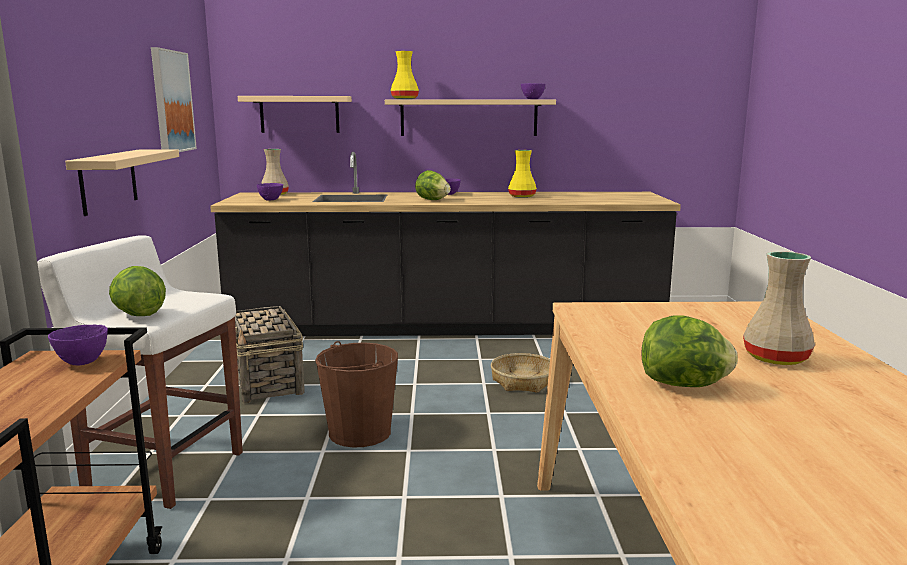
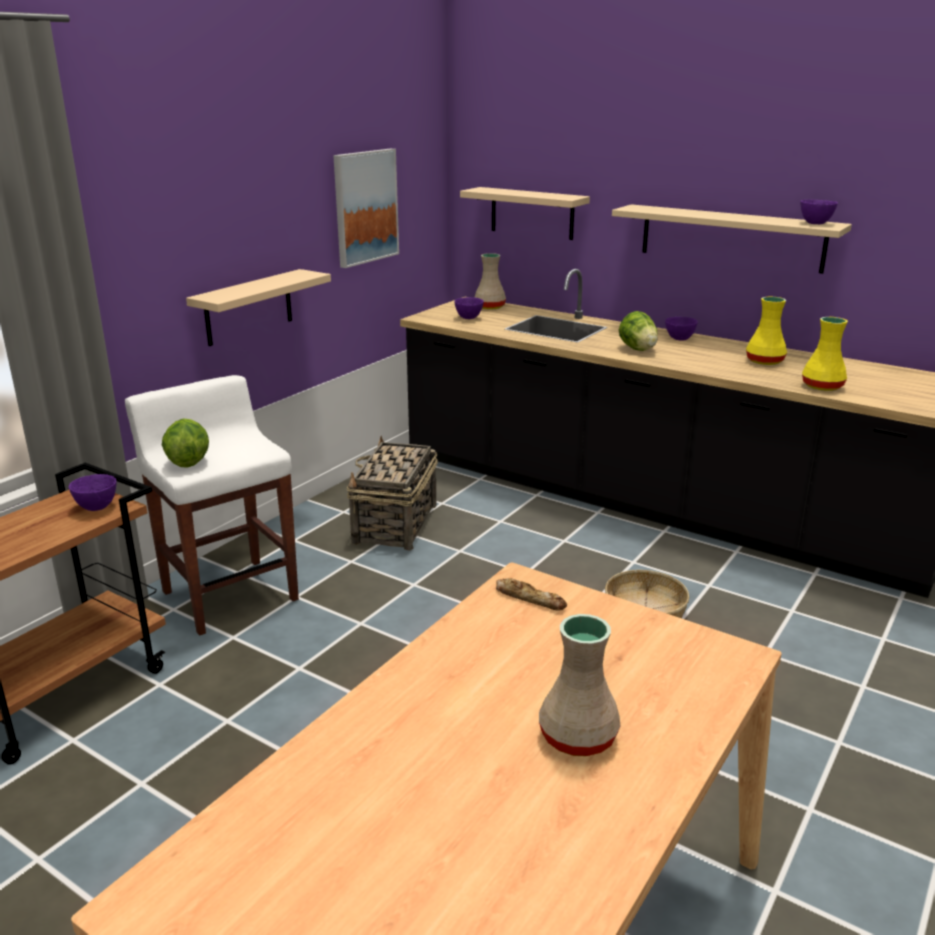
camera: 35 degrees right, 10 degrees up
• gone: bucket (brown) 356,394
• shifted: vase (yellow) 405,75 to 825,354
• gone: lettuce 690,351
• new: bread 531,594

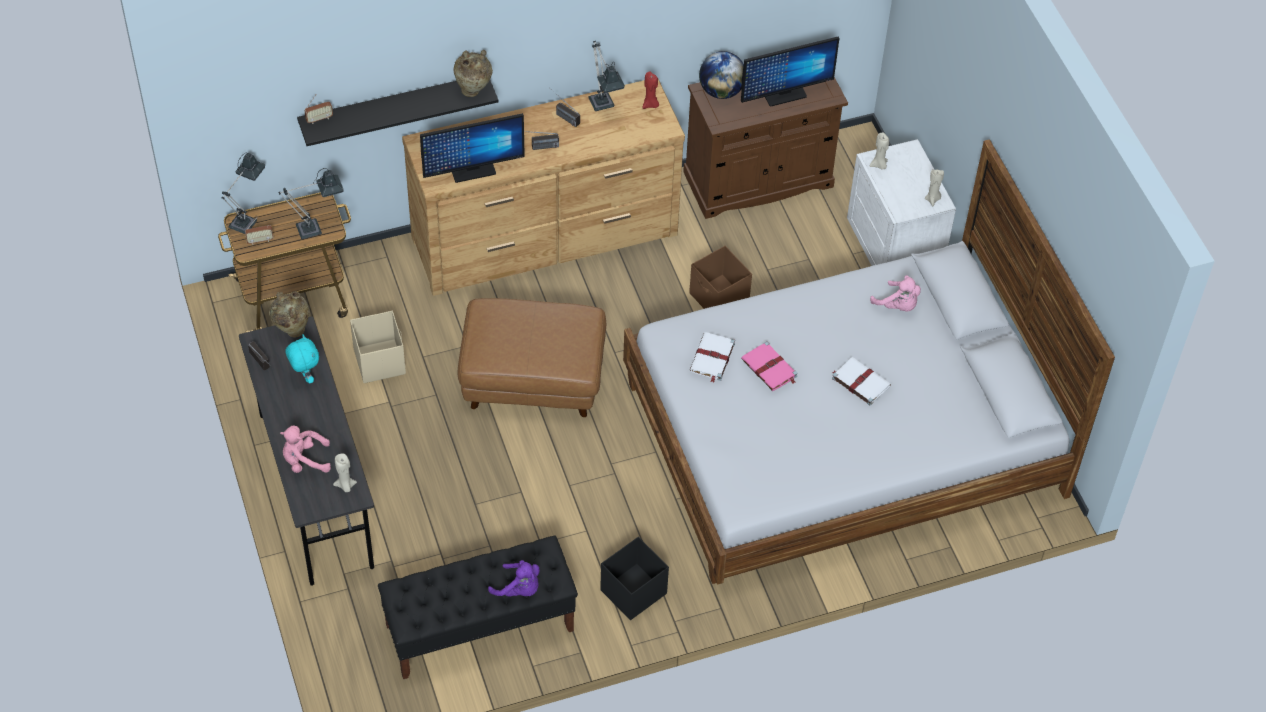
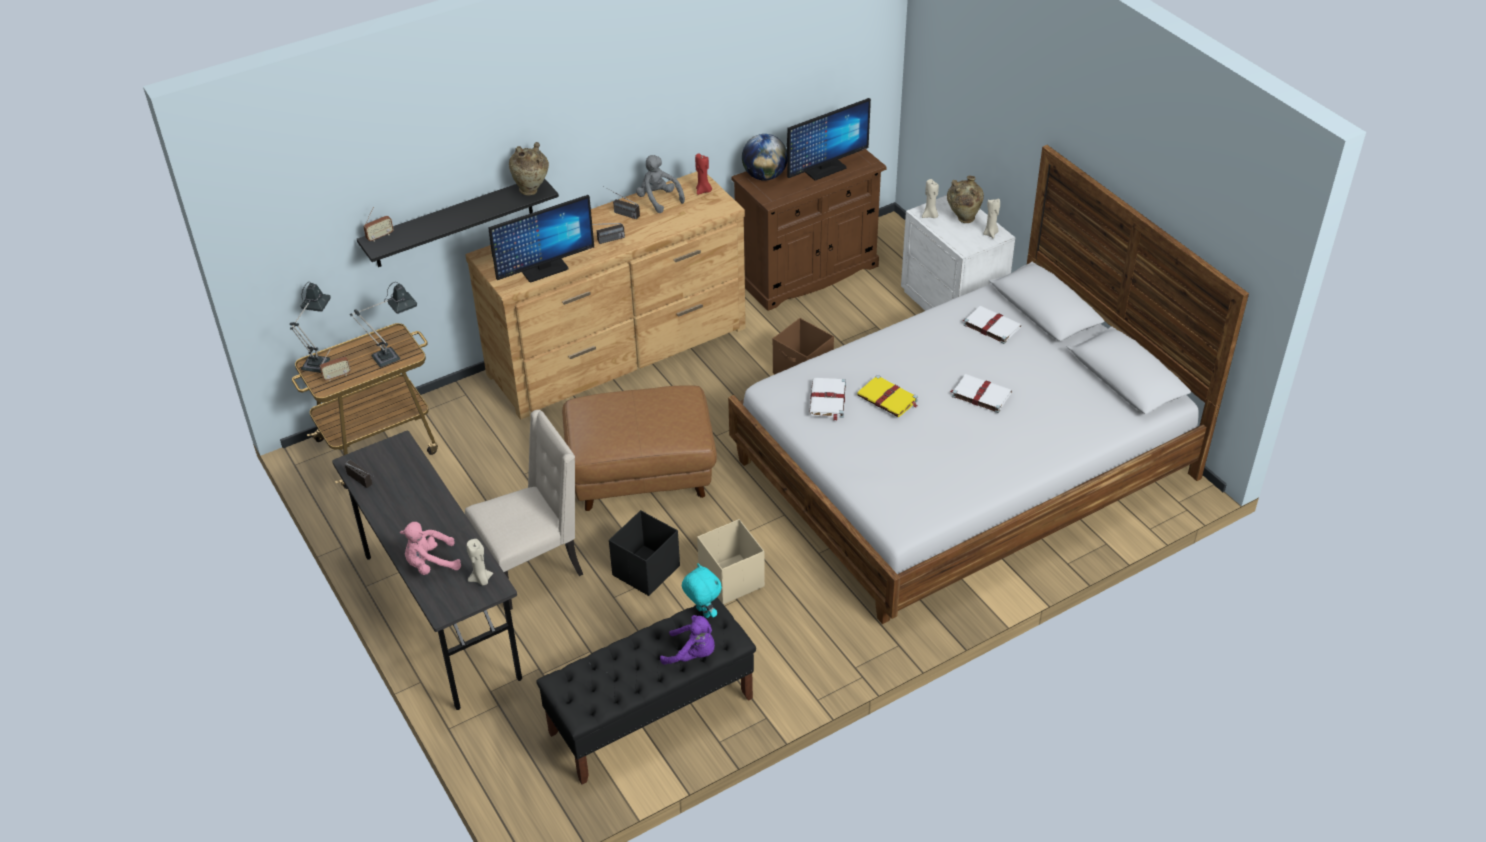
camera: 10 degrees left, 10 degrees down
• shifted: vase (beige) 289,315 to 965,199
• shifted: plush toy (turquoise) 302,359 to 702,590
• shifted: storage box (beige) 378,347 to 731,562
• swapped: table lamp 607,76 to plush toy (grey) 660,184
• shifted: storage box (black) 634,578 to 644,553
• repainted: book (pink) 769,366 to book (yellow) 887,396
• swapped: plush toy (pink) 895,293 to book (white) 992,325
• new: chair (beige) 524,510

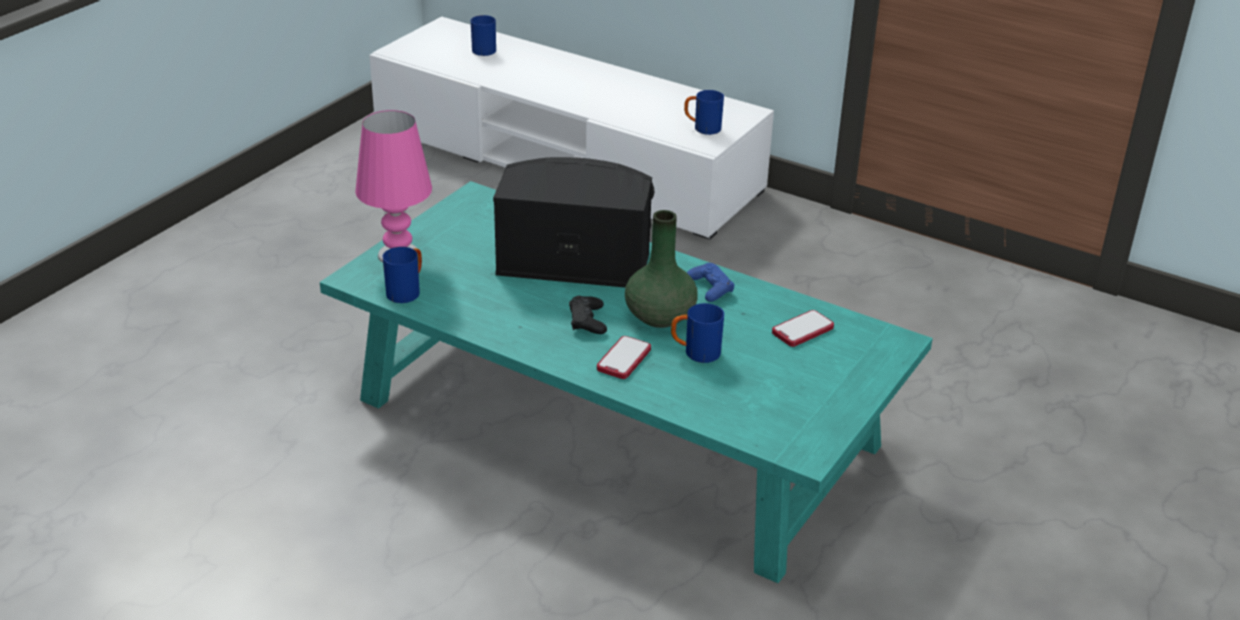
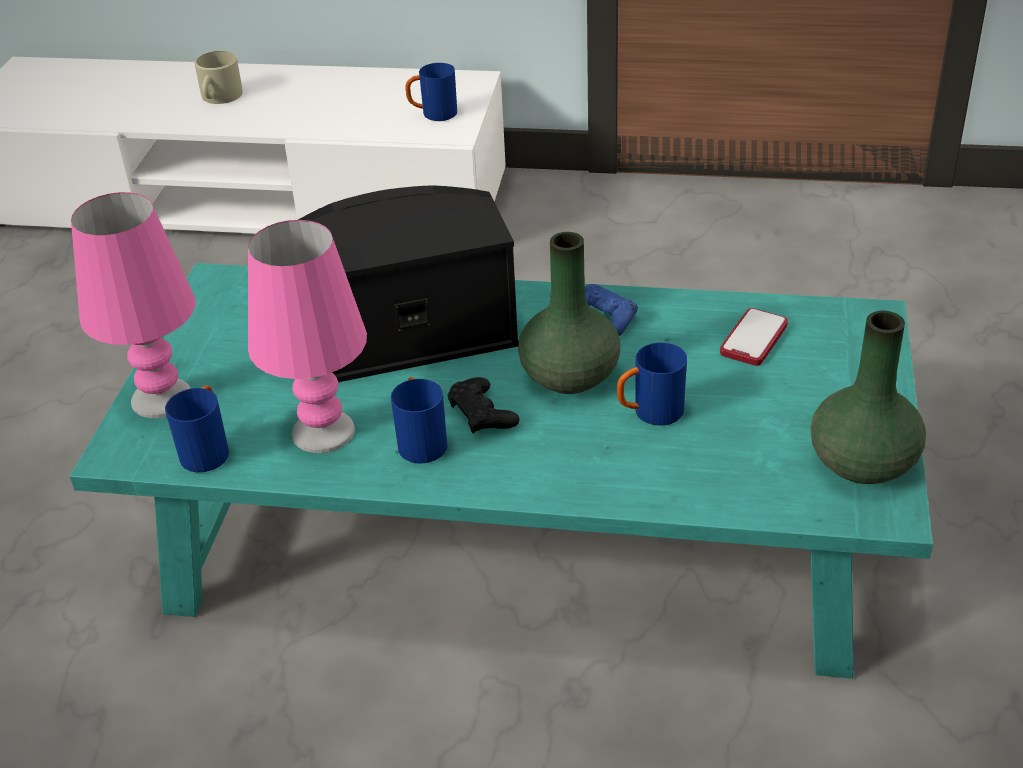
camera: 20 degrees left, 5 degrees up
• shifted: mug (blue) 483,35 to 419,420
• gone: phone 624,357
• new: mug (beige) 218,77
• new: table lamp (pink) 307,336
• new: vase (green) 868,397

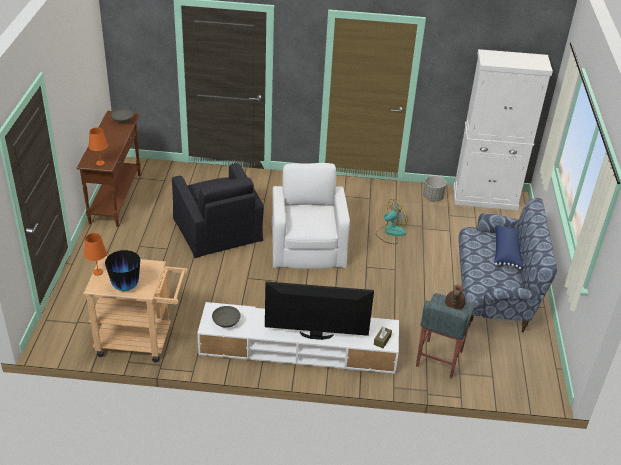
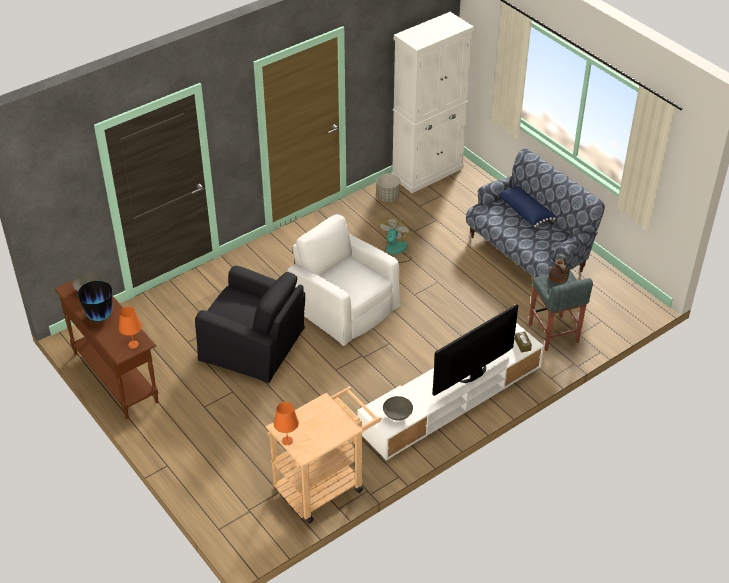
camera: 40 degrees left, 5 degrees up
• shifted: vase 122,270 to 95,301

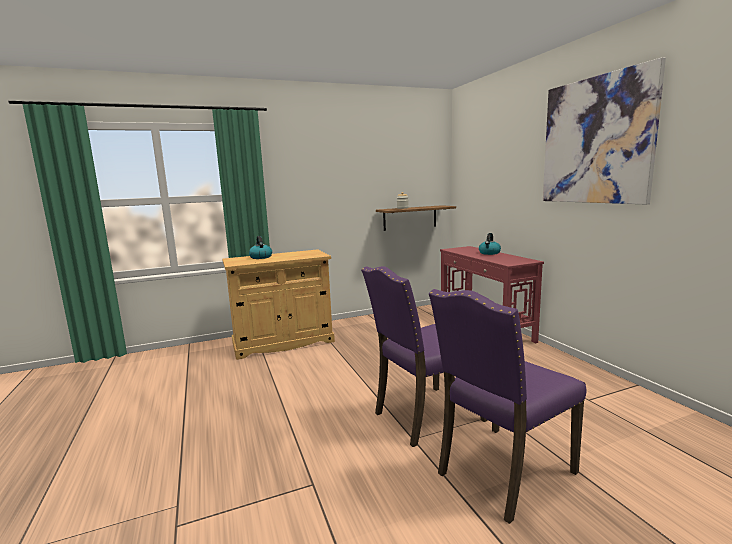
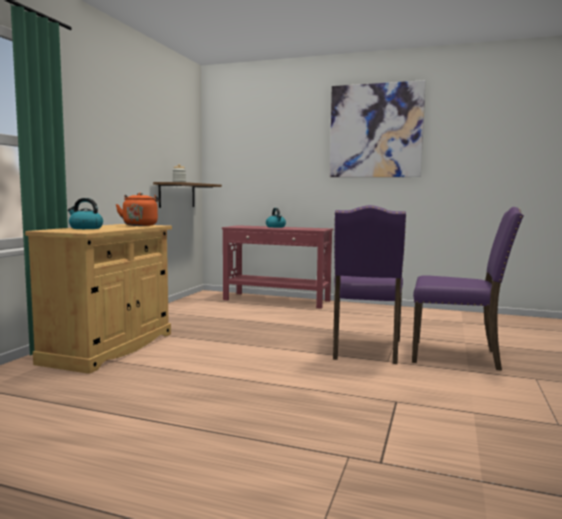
camera: 50 degrees left, 5 degrees down
• rotated: chair (purple) 507,406 = 468,289 75 degrees counterclockwise
• new: kettle (orange) 138,209

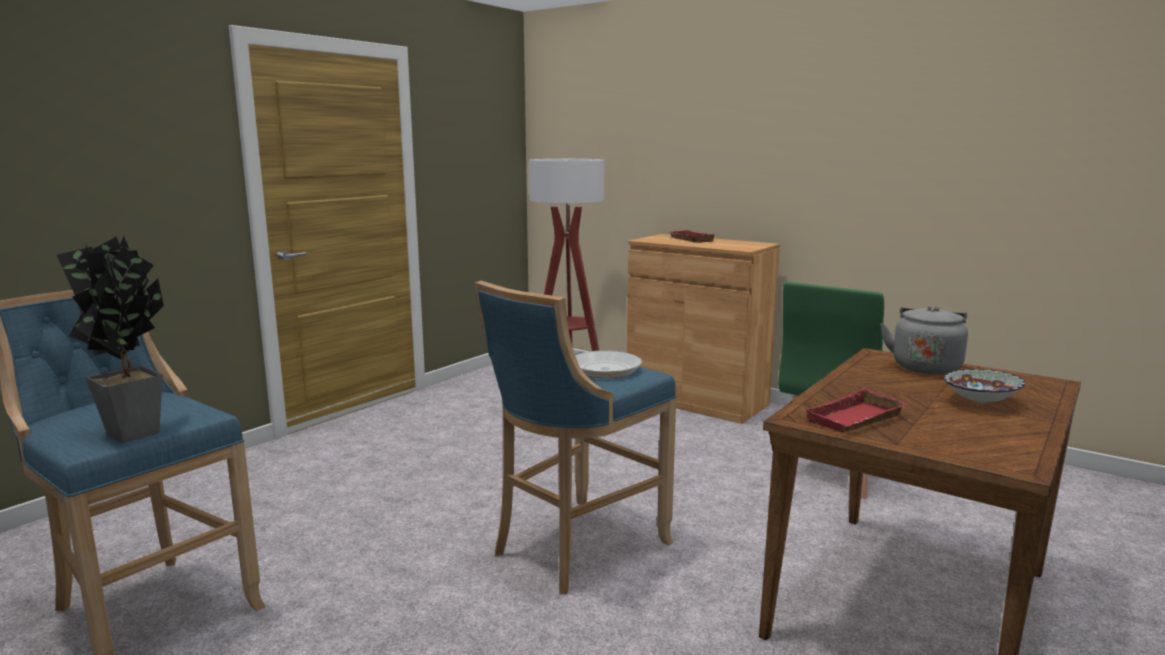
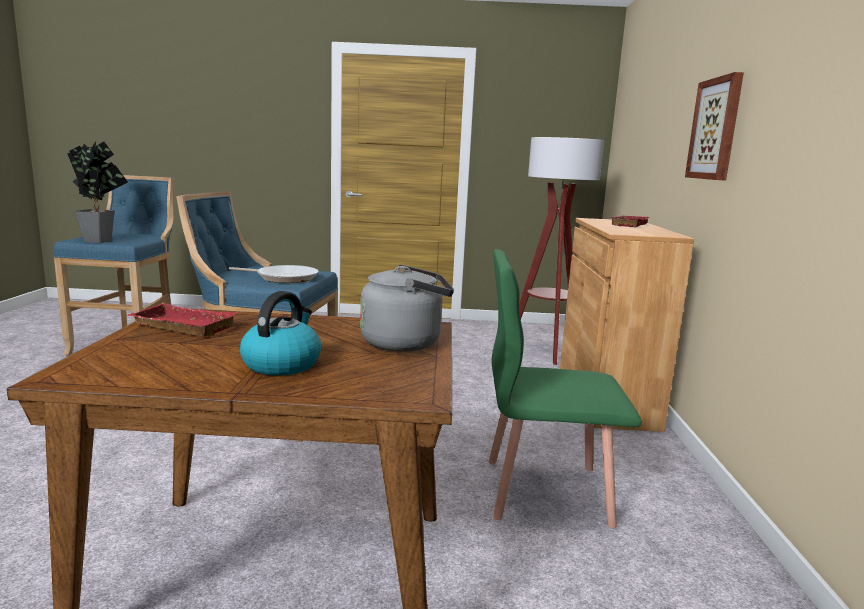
camera: 55 degrees right, 0 degrees up
• swapped: bowl 984,386 to kettle 281,333
• new: picture 714,126

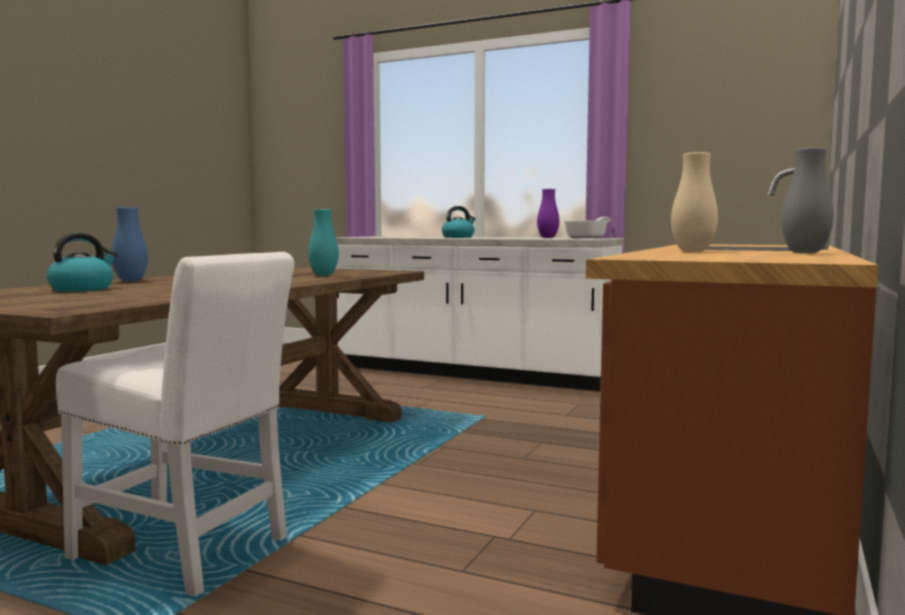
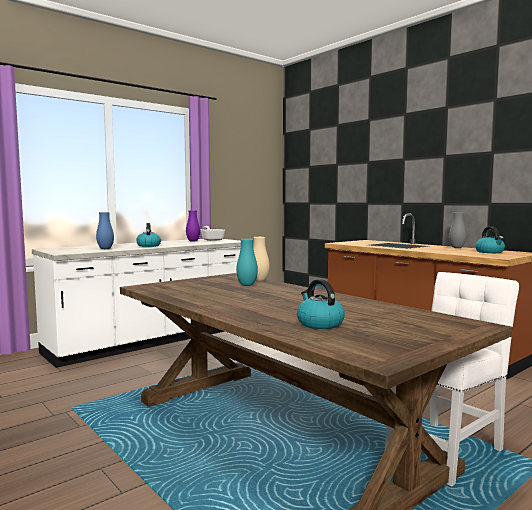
camera: 65 degrees left, 0 degrees up
• shifted: vase (blue) 129,244 to 105,230
• shifted: vase (beige) 694,202 to 261,259
• new: kettle 490,240

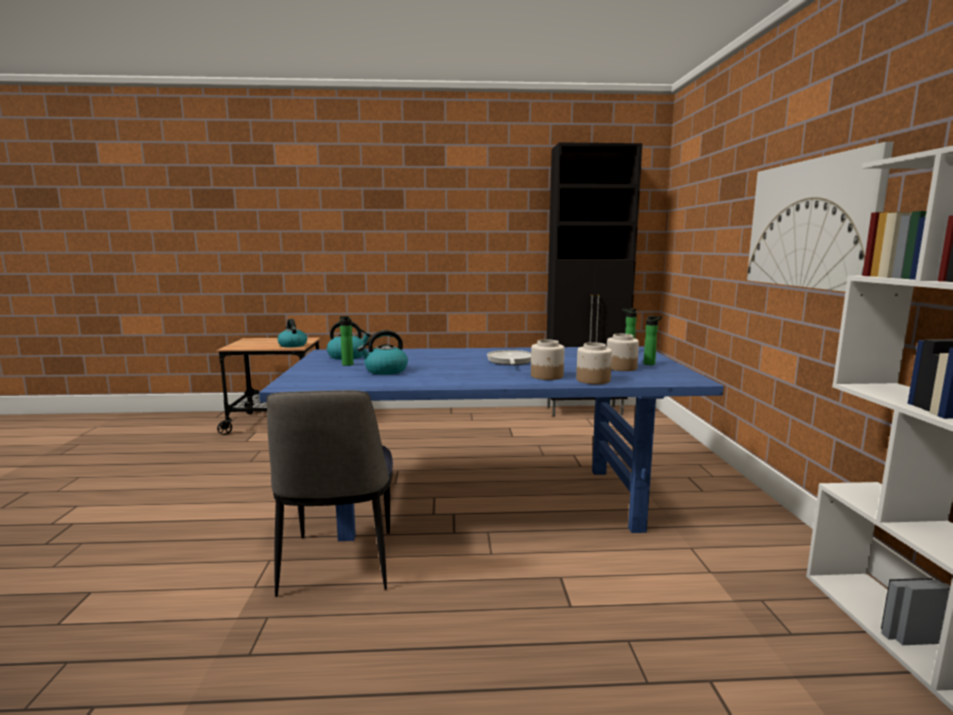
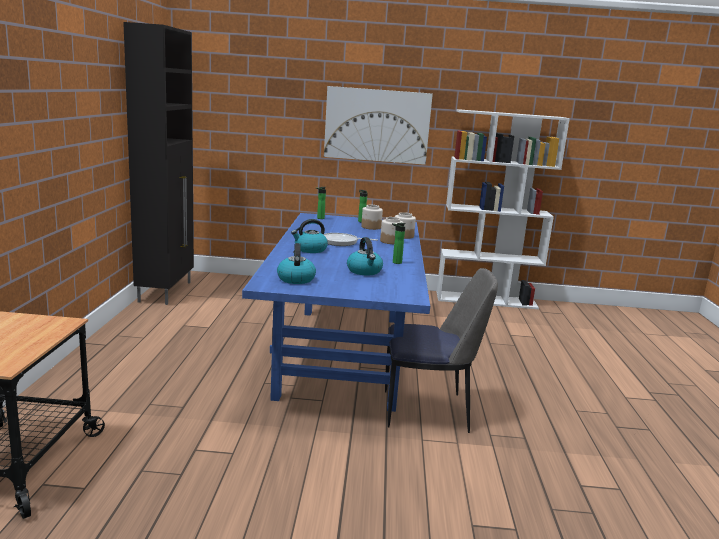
camera: 85 degrees left, 5 degrees up
• shifted: kettle 292,333 to 309,236
• shifted: bottle 347,341 to 399,243

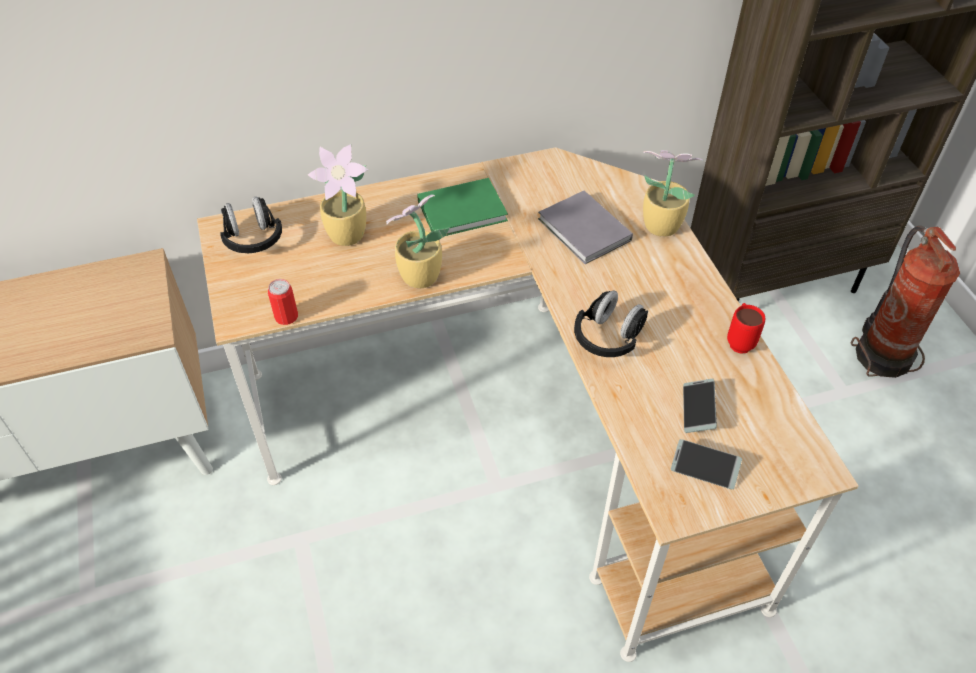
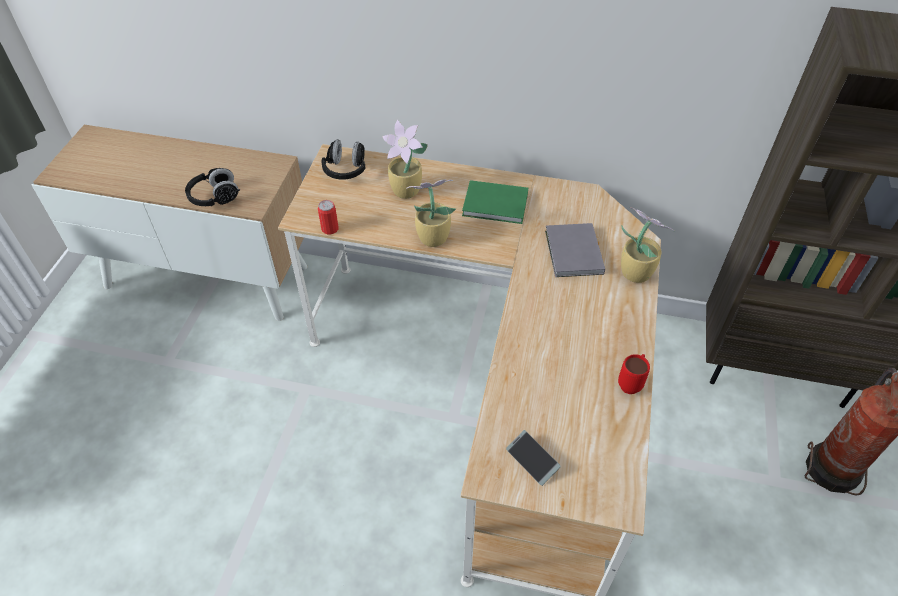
camera: 30 degrees right, 0 degrees up
• shifted: headphones (black) 611,324 to 212,187
• gone: phone 700,405

